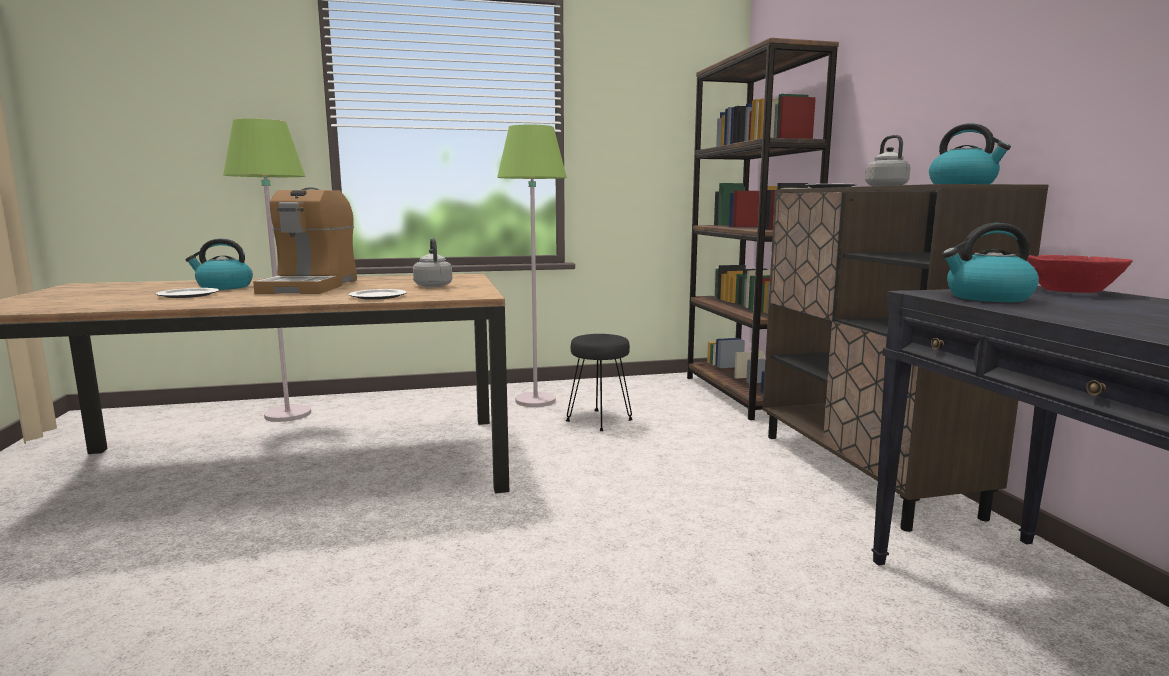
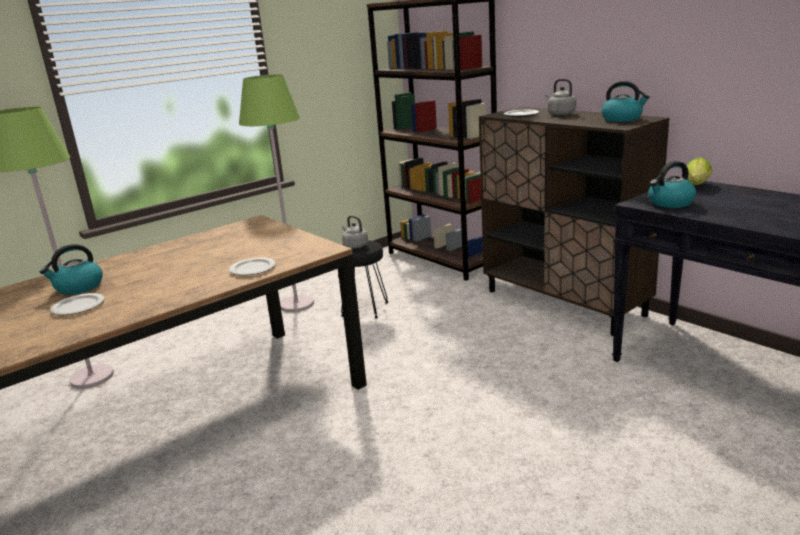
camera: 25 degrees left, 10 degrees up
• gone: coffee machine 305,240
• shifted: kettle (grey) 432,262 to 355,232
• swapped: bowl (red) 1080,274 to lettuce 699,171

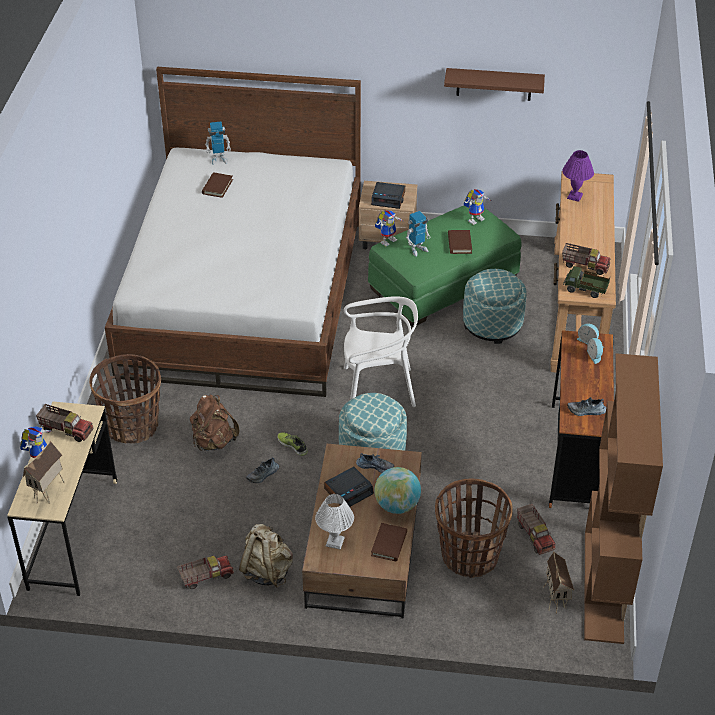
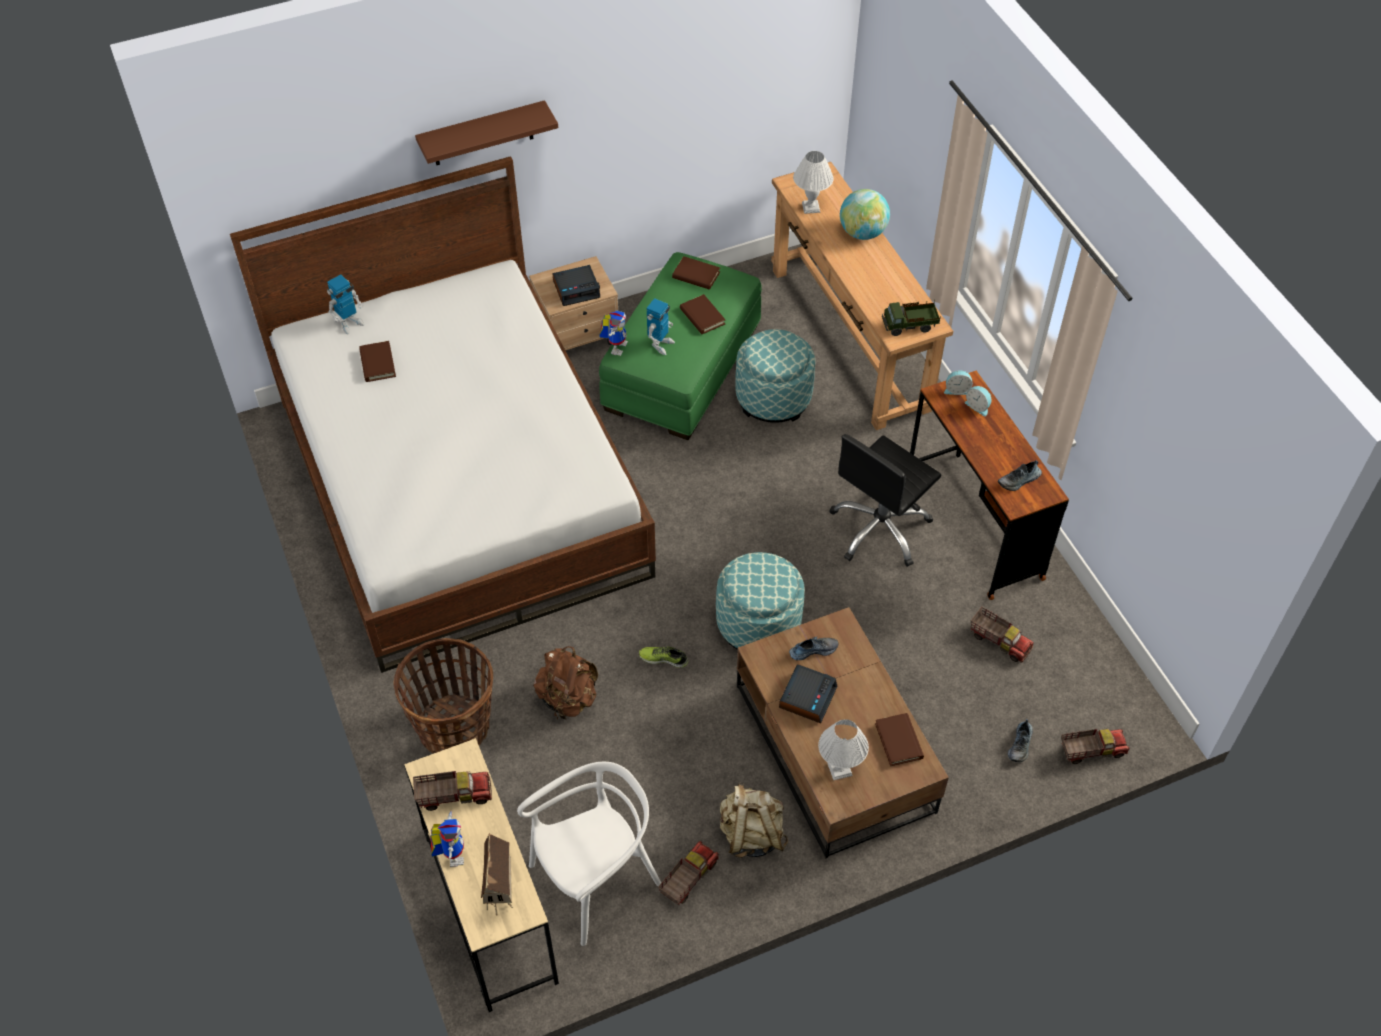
camera: 30 degrees left, 10 degrees up
• shifted: shoe 262,470 to 1020,740
• shifted: chair (white) 381,351 to 589,854
• shifted: globe 397,490 to 865,214
• gone: basket 474,528
• shifted: shelf (brown) 494,84 to 486,132
• swapped: toy robot 478,207 to book (brown) 696,273
• gone: toy house 558,582
• repainted: table lamp (purple) 578,176 to table lamp (white) 813,182
• shifted: toy truck 586,259 to 1095,746
• gone: bookcase (brown) 623,498
• new: office chair (black) 885,500

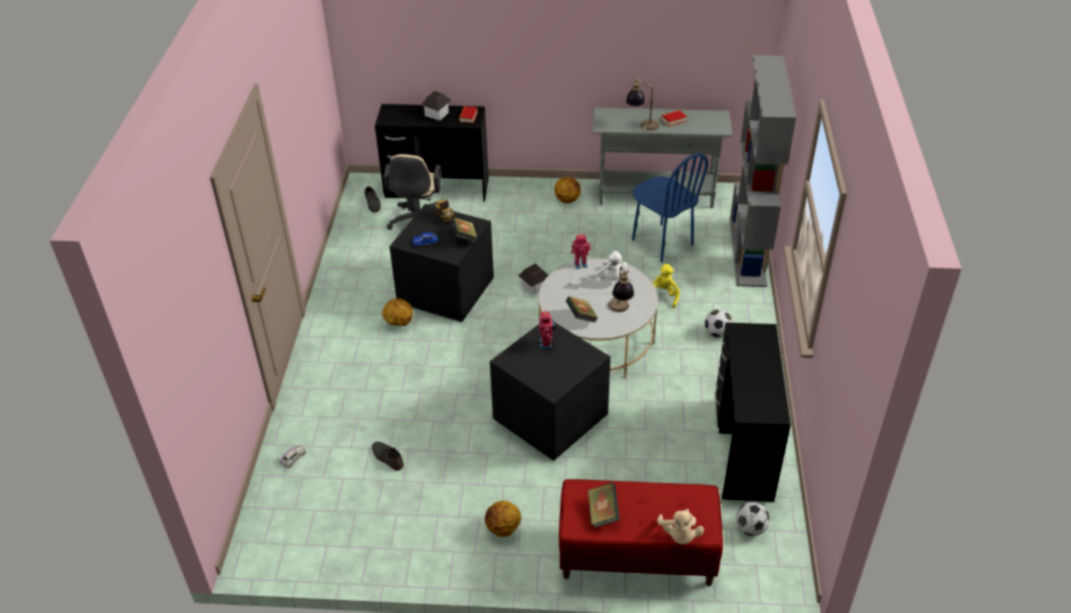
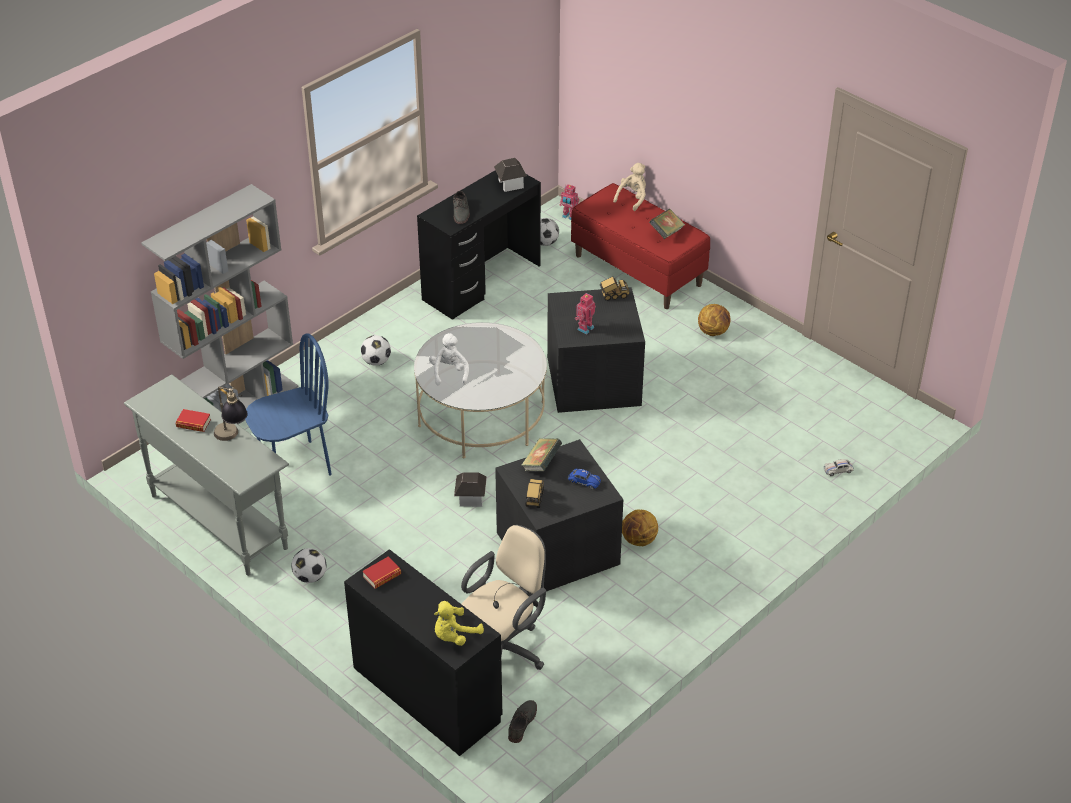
camera: 140 degrees left, 0 degrees up
• shifted: shoe (grey) 388,456 to 461,207
• shifted: toy house 436,105 to 510,175
• swapped: basketball 567,190 to football 309,565
• gone: book 582,309
• shifted: toy robot 581,251 to 569,202
• gone: table lamp 621,289
• rotated: chair (blue) 670,208 = 288,404 60 degrees clockwise
• shifted: plush toy (yellow) 666,286 to 459,623
• new: toy truck 615,289

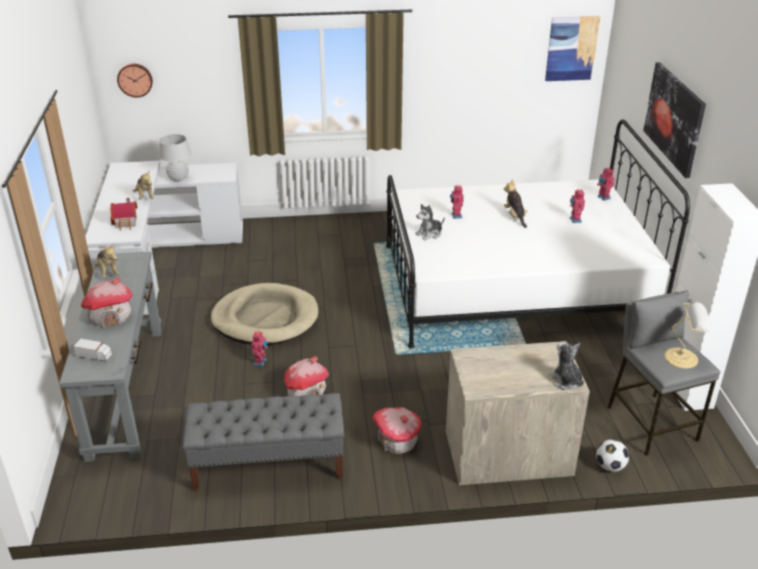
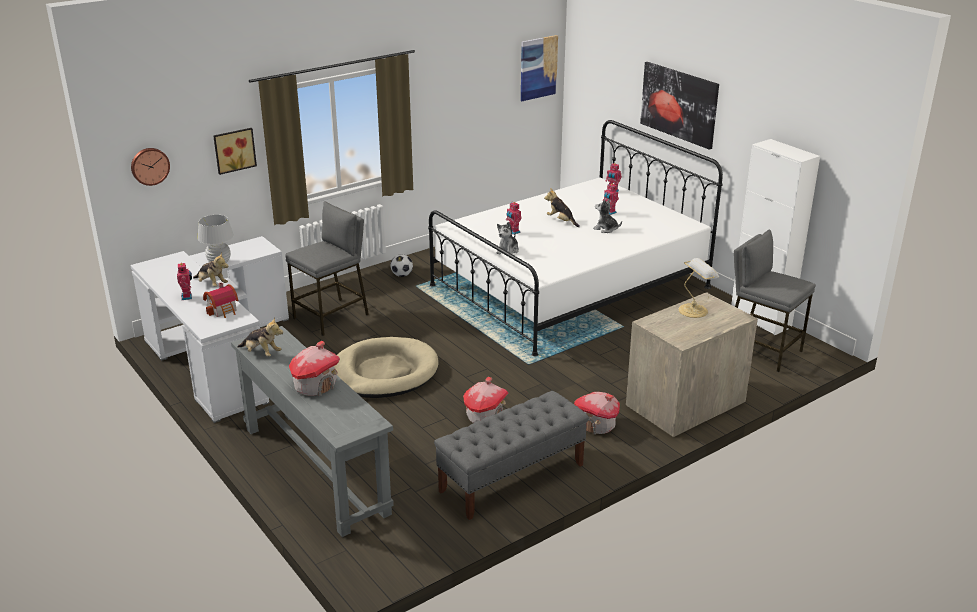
camera: 30 degrees left, 5 degrees down
• gone: toy truck 92,350
• shifted: toy robot 260,348 to 184,281
• shifted: plush toy 566,366 to 607,216
• shifted: football 612,455 to 402,265
• shifted: table lamp 688,335 to 699,288
• new: picture 235,151
• new: stool (grey) 327,268

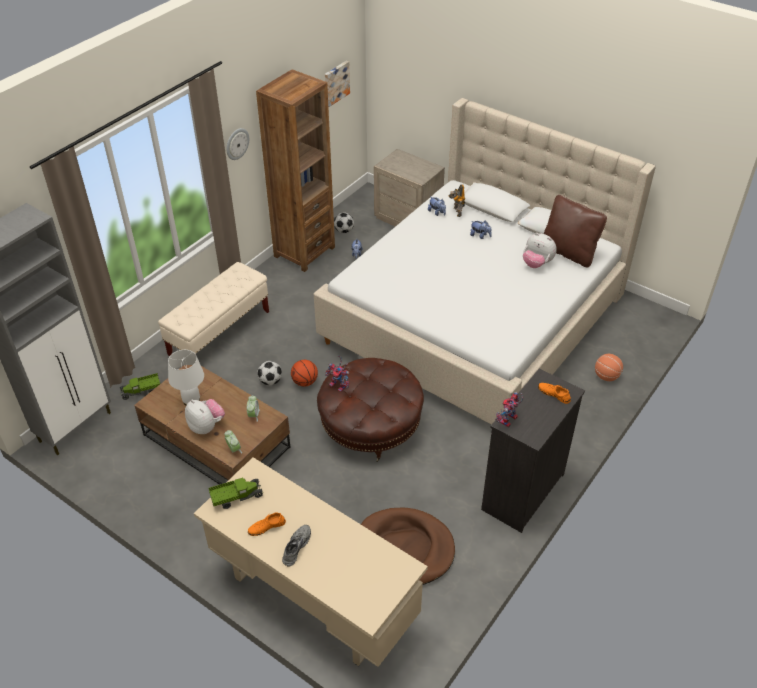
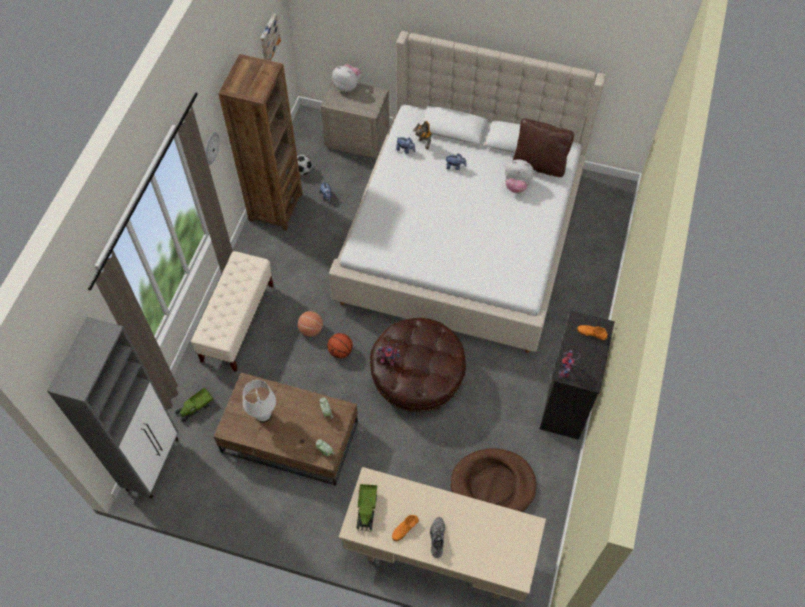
camera: 20 degrees left, 15 degrees up
• shifted: plush toy 205,416 to 346,78
• rotated: toy truck 235,493 = 367,507 135 degrees clockwise
• gone: football 269,373
• shifted: basketball 609,367 to 310,324

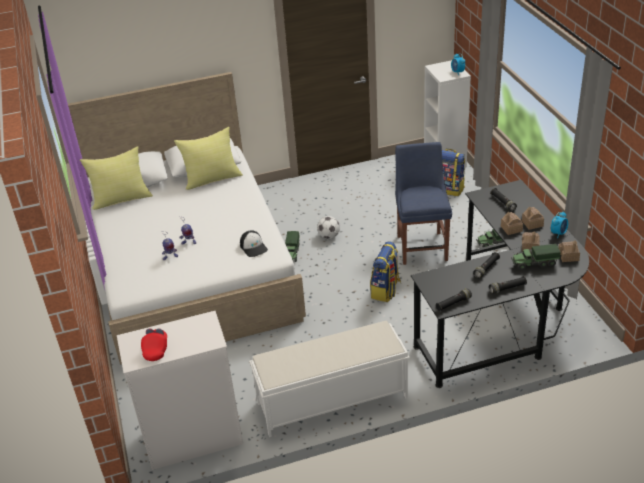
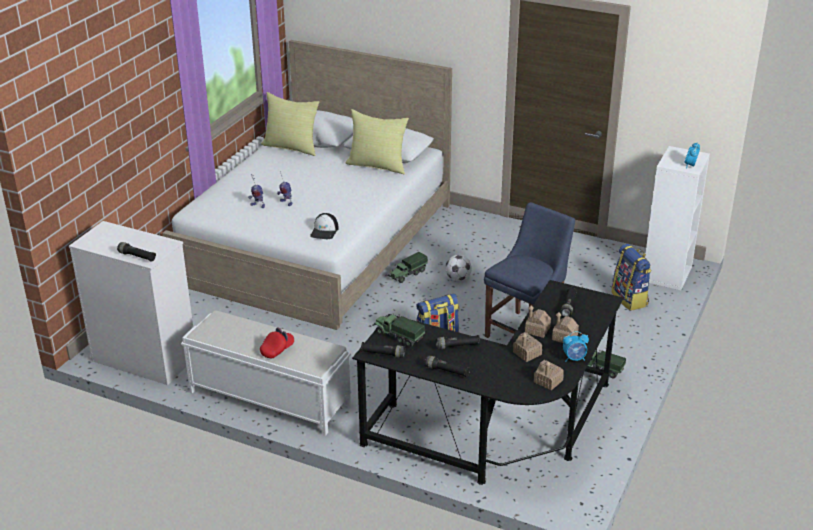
camera: 40 degrees right, 5 degrees down
• shifted: cap (red) 154,344 to 277,342
• shifted: toy truck 535,257 to 399,330
• new: flashlight (black) 136,252

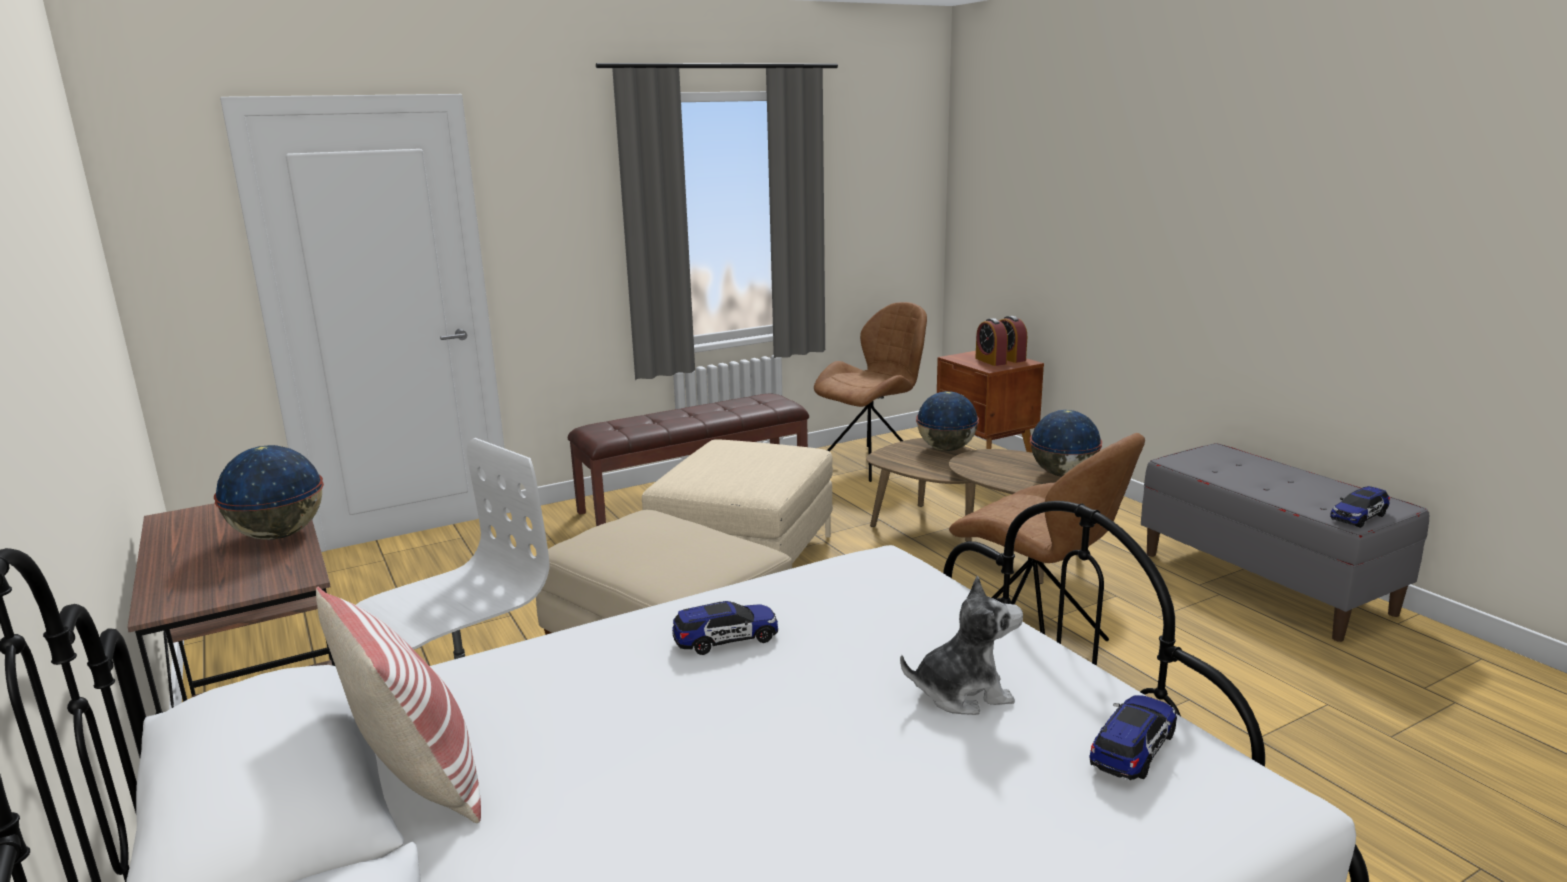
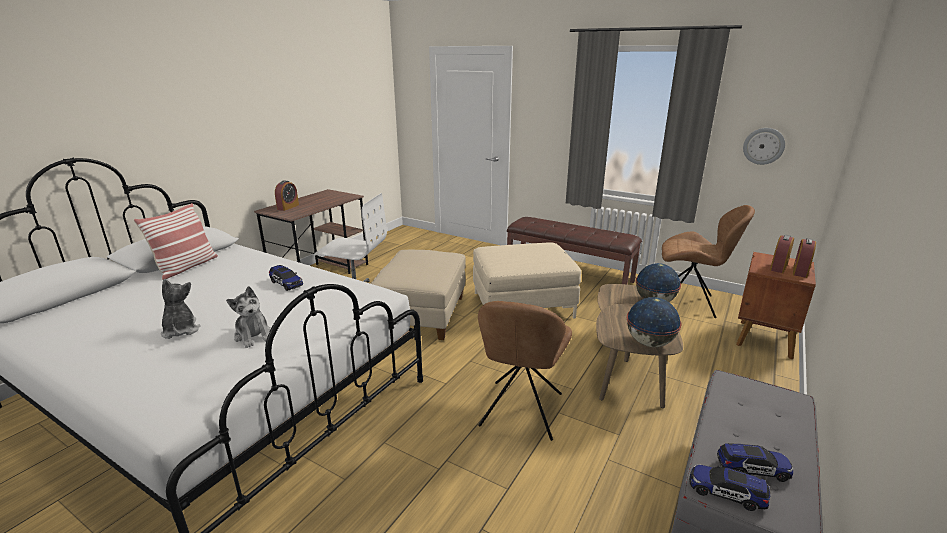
camera: 60 degrees right, 5 degrees up
• gone: globe 269,492
• shifted: toy car 1133,737 to 755,462
• new: plush toy 180,309
• new: alarm clock 287,195
• new: wall clock 764,146

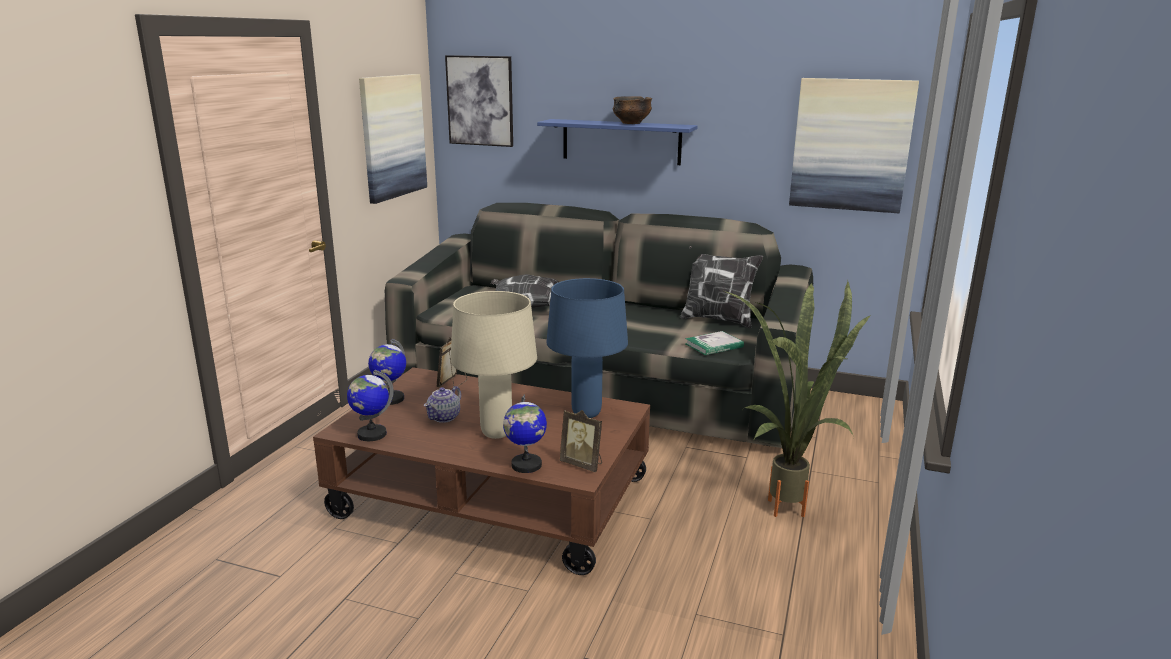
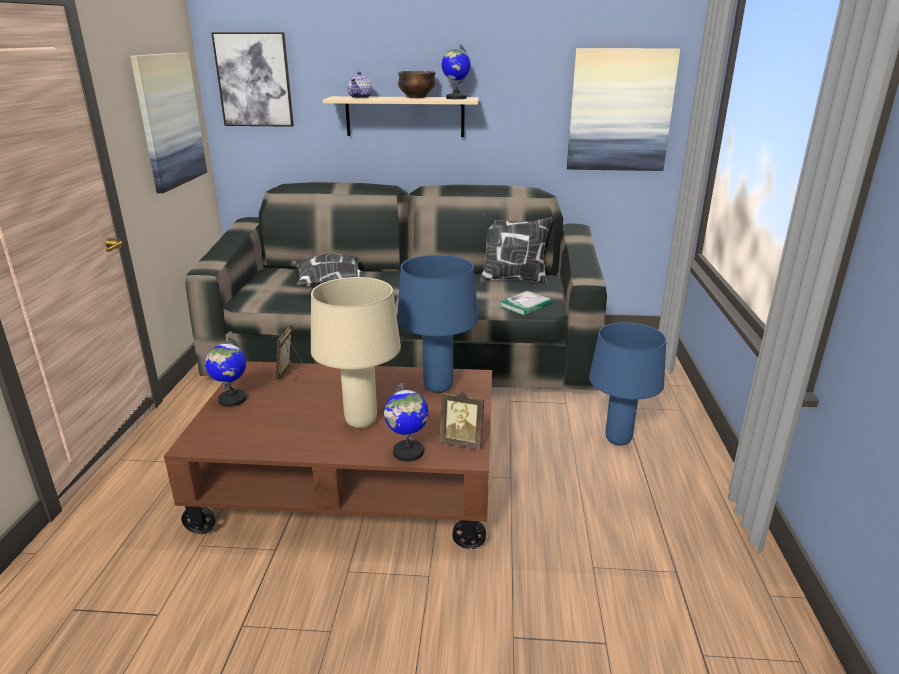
camera: 15 degrees left, 5 degrees up
• shifted: globe 370,405 to 456,72
• shifted: teapot 442,404 to 360,85
• repainted: shelf (blue) 617,142 to shelf (beige) 401,116
• swapped: potted plant 797,398 to table lamp (blue) 627,383

